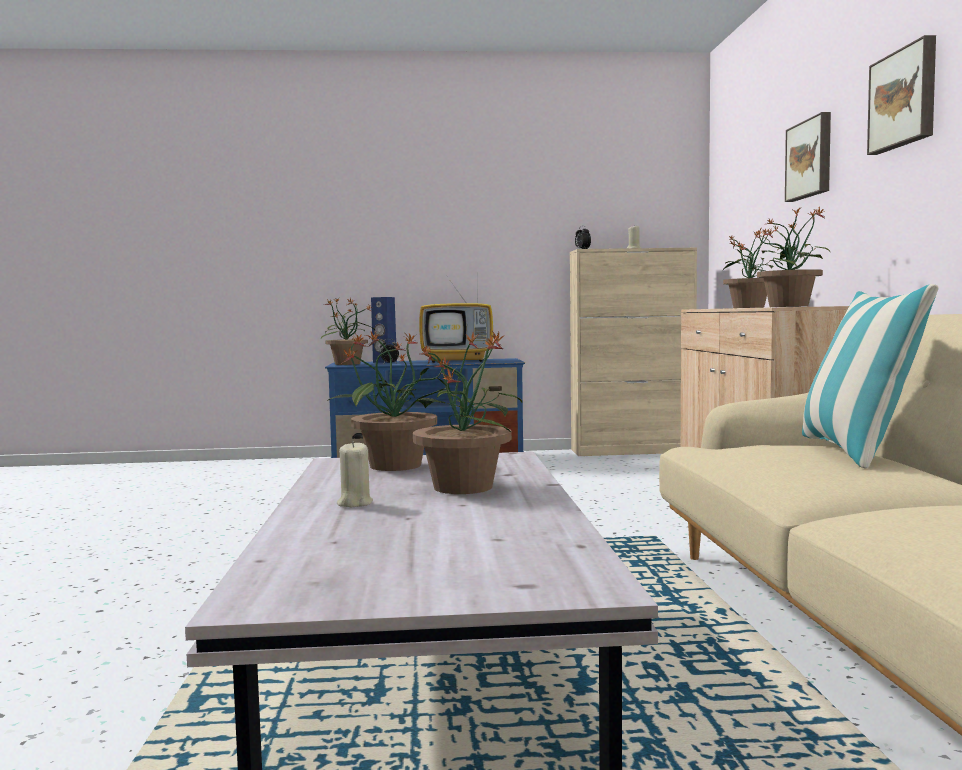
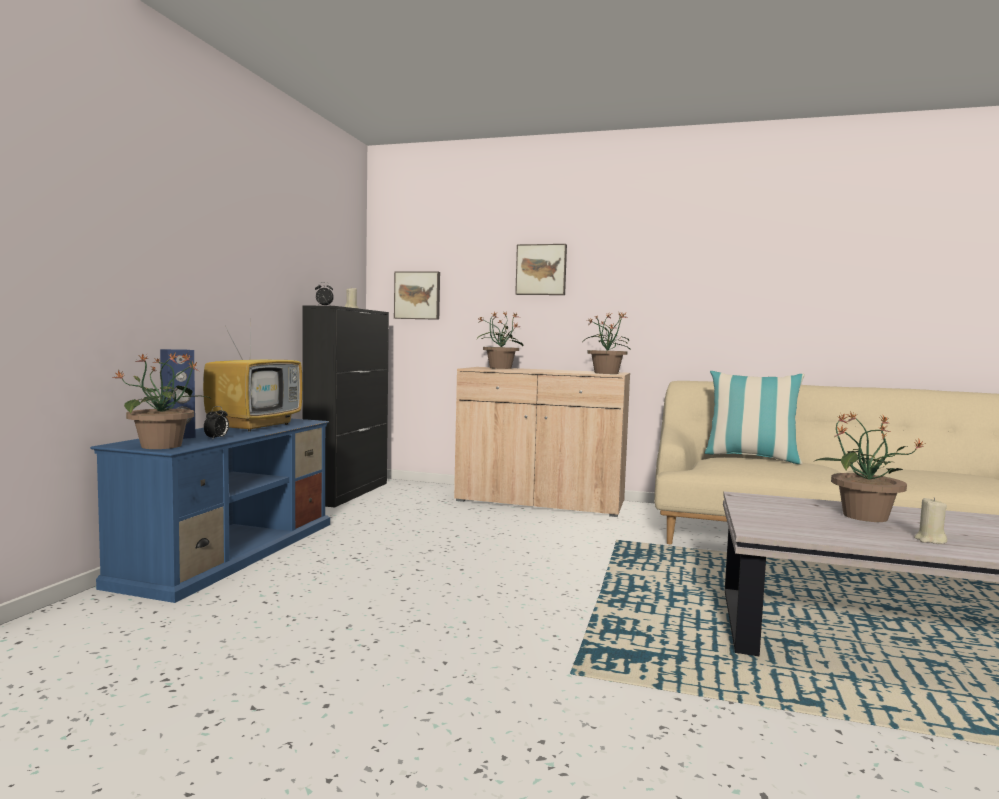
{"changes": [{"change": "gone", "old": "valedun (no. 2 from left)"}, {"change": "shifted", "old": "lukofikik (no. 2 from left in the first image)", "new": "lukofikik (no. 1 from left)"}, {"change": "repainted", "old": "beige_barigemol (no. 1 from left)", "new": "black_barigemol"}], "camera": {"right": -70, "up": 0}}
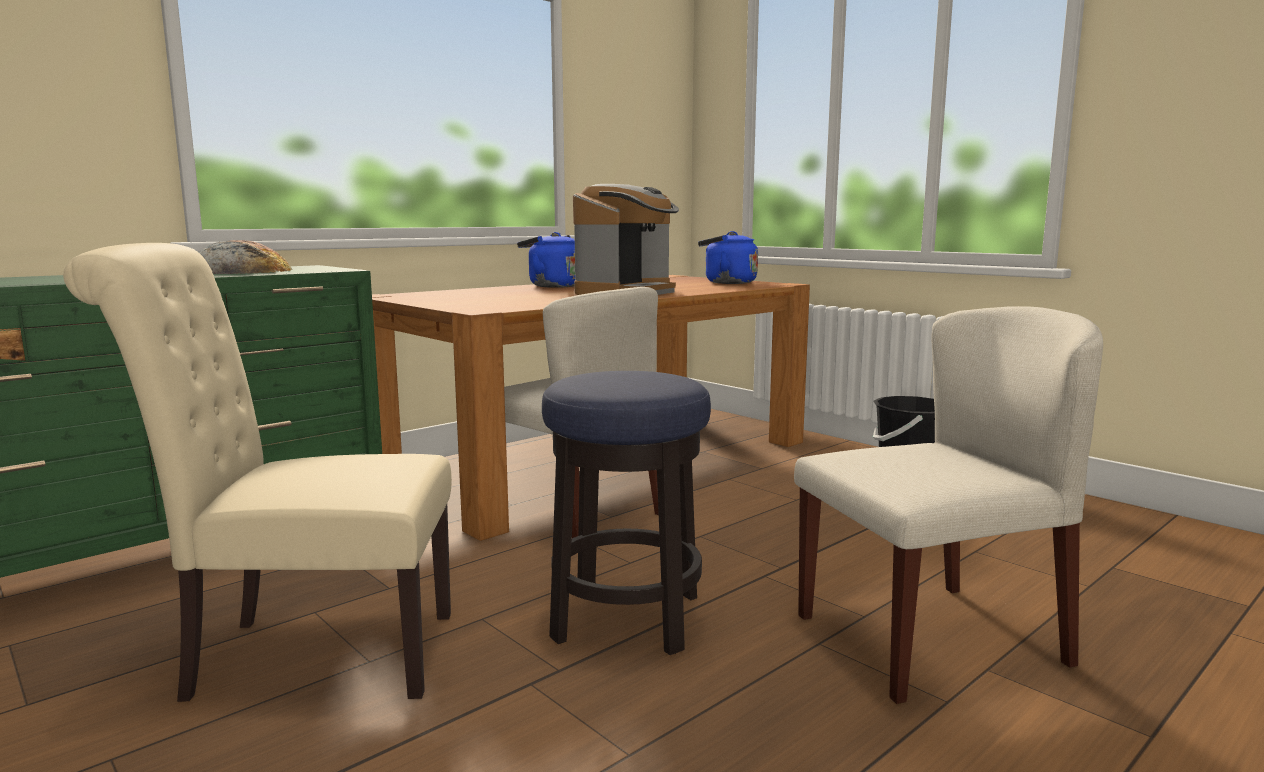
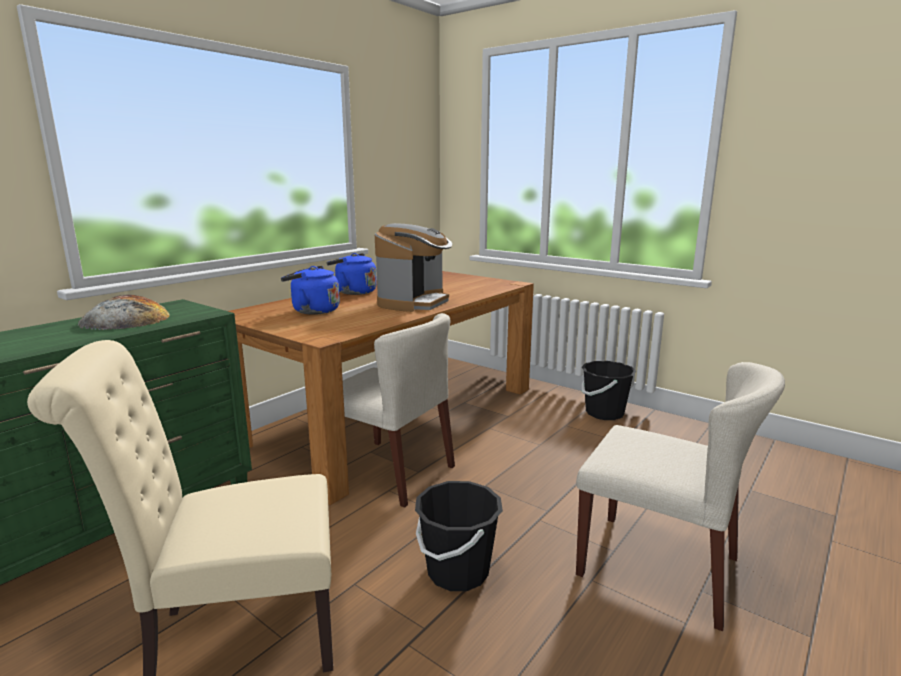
{"changes": [{"change": "shifted", "old": "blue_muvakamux (no. 2 from left in the first image)", "new": "blue_muvakamux (no. 1 from left)"}, {"change": "swapped", "old": "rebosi", "new": "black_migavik (no. 1 from left)"}, {"change": "rotated", "old": "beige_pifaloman (no. 3 from left)", "degrees": 60}], "camera": {"right": -10, "up": 5}}
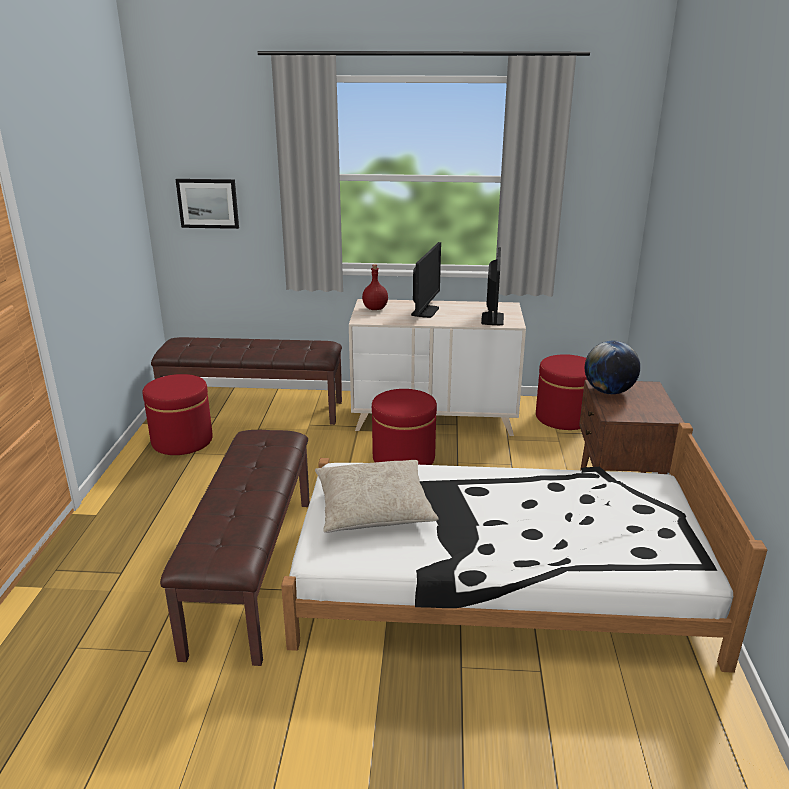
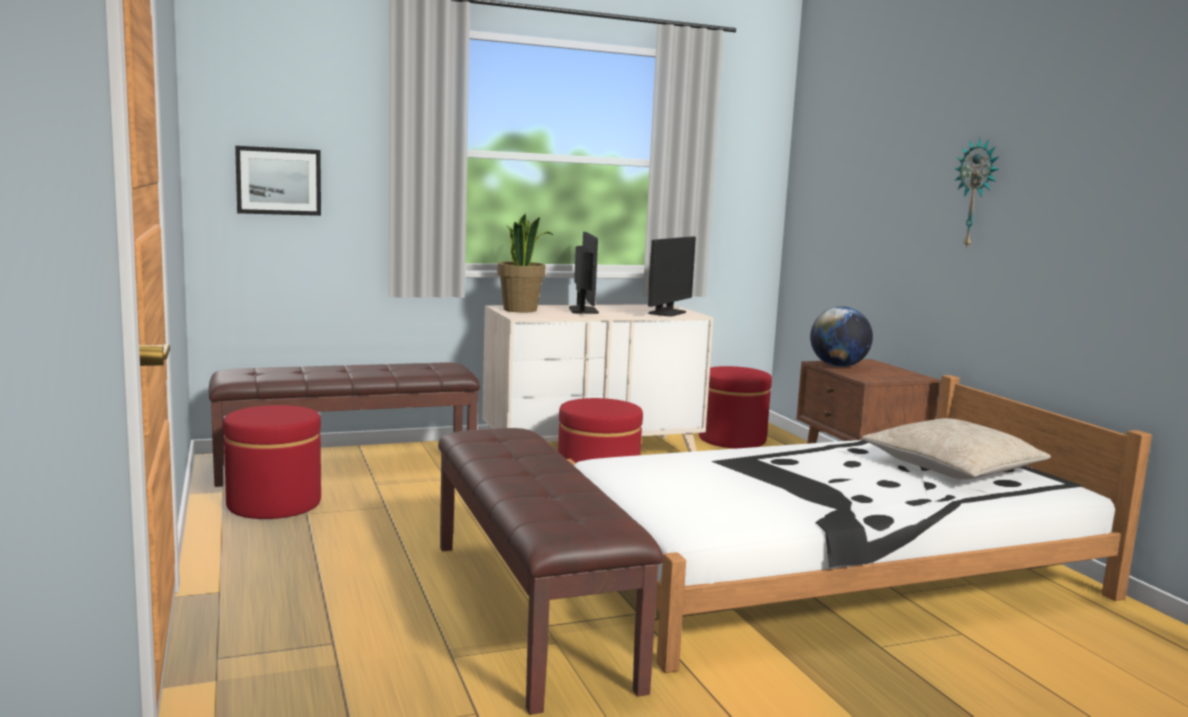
{"changes": [{"change": "new", "new": "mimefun"}, {"change": "shifted", "old": "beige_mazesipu"}, {"change": "swapped", "old": "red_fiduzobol", "new": "valedun"}, {"change": "rotated", "old": "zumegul (no. 2 from left)", "degrees": 45}], "camera": {"right": -25, "up": -15}}
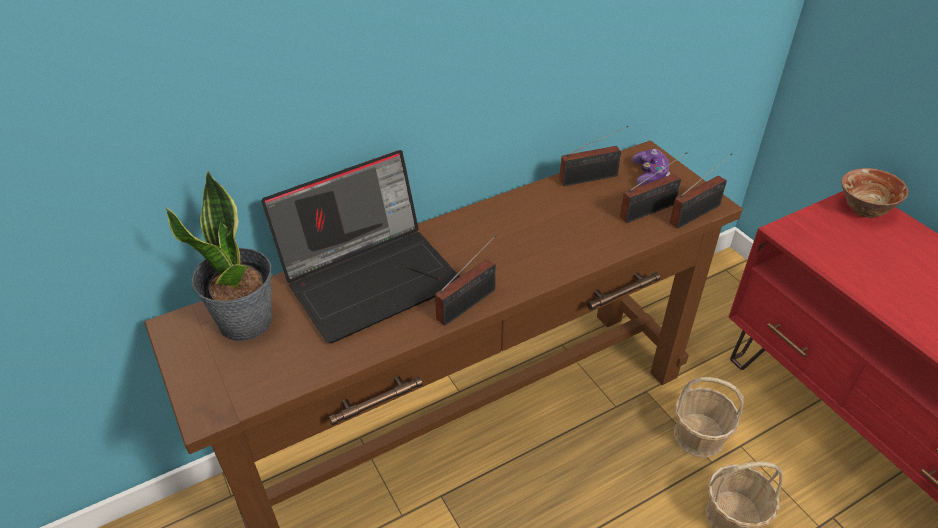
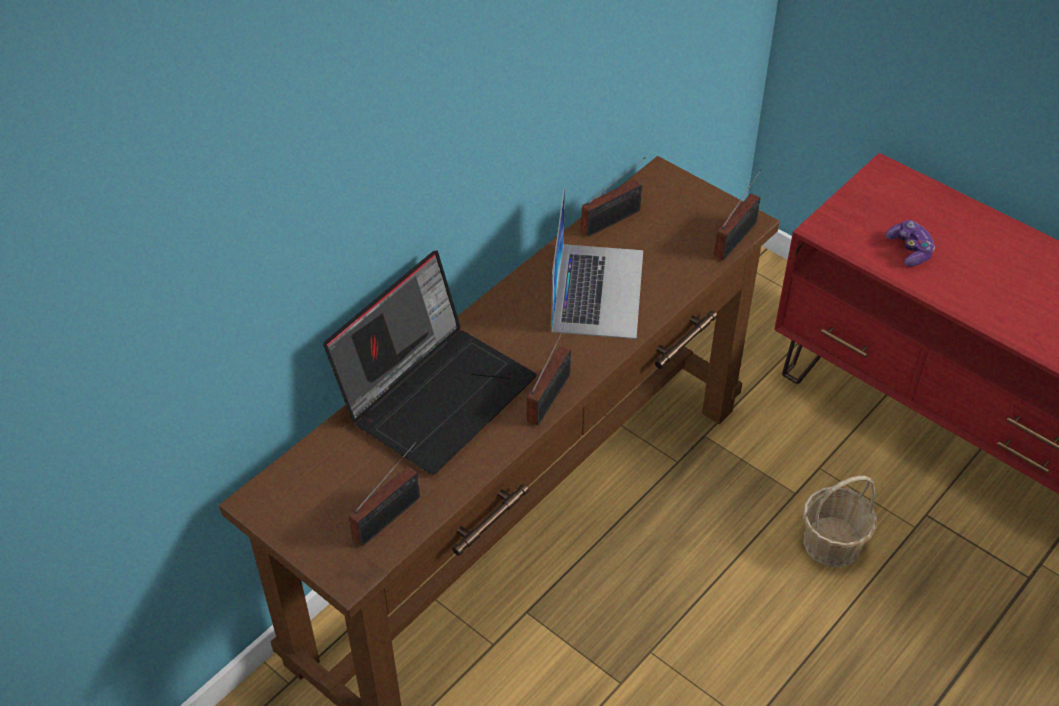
{"changes": [{"change": "gone", "old": "valedun"}, {"change": "gone", "old": "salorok (no. 1 from left)"}, {"change": "gone", "old": "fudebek"}, {"change": "new", "new": "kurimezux (no. 2 from left)"}, {"change": "shifted", "old": "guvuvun (no. 3 from left in the first image)", "new": "guvuvun (no. 1 from left)"}, {"change": "shifted", "old": "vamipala"}], "camera": {"right": -20, "up": 5}}
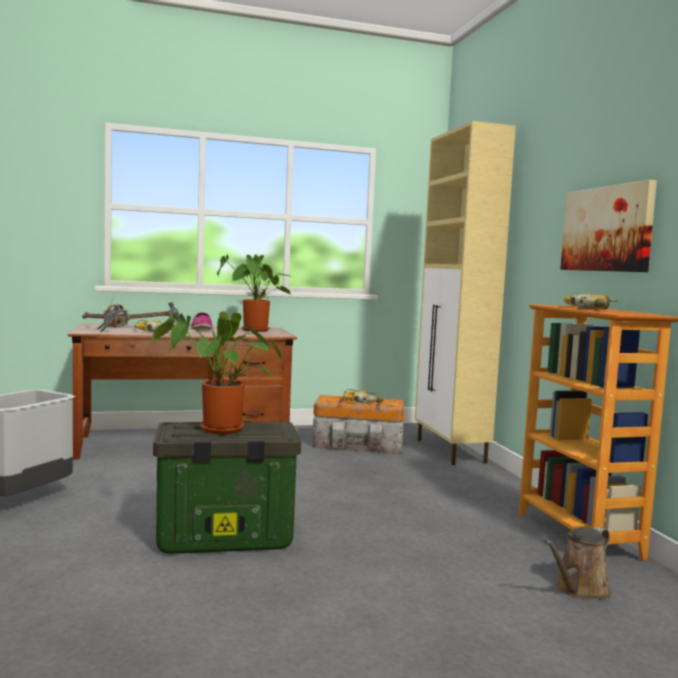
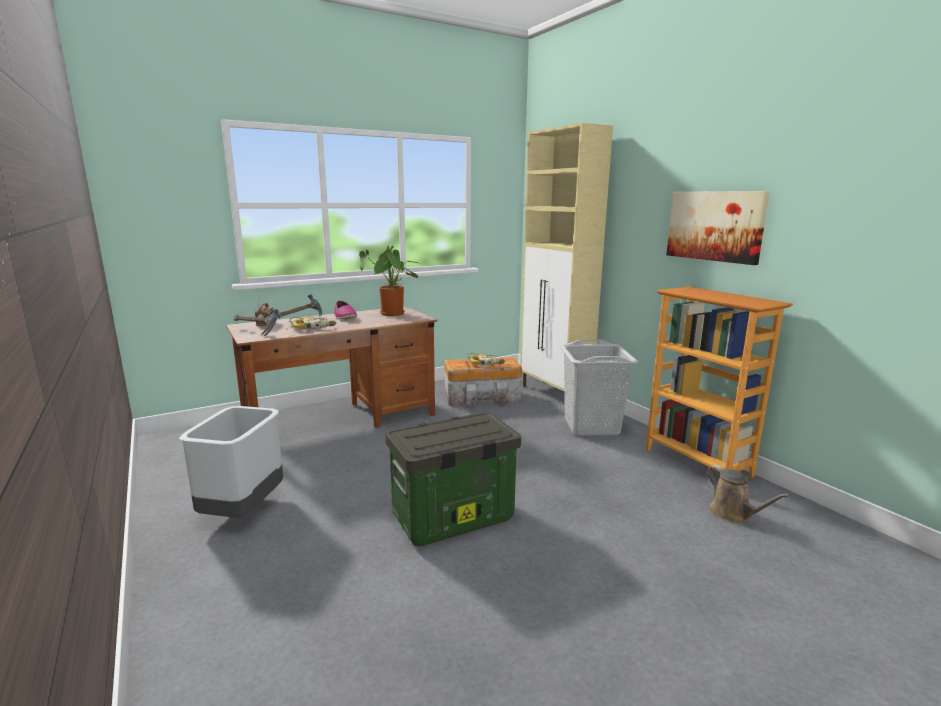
{"changes": [{"change": "gone", "old": "valedun (no. 1 from left)"}, {"change": "gone", "old": "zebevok (no. 3 from left)"}, {"change": "new", "new": "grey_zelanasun"}, {"change": "rotated", "old": "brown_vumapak", "degrees": -60}], "camera": {"right": -15, "up": 10}}
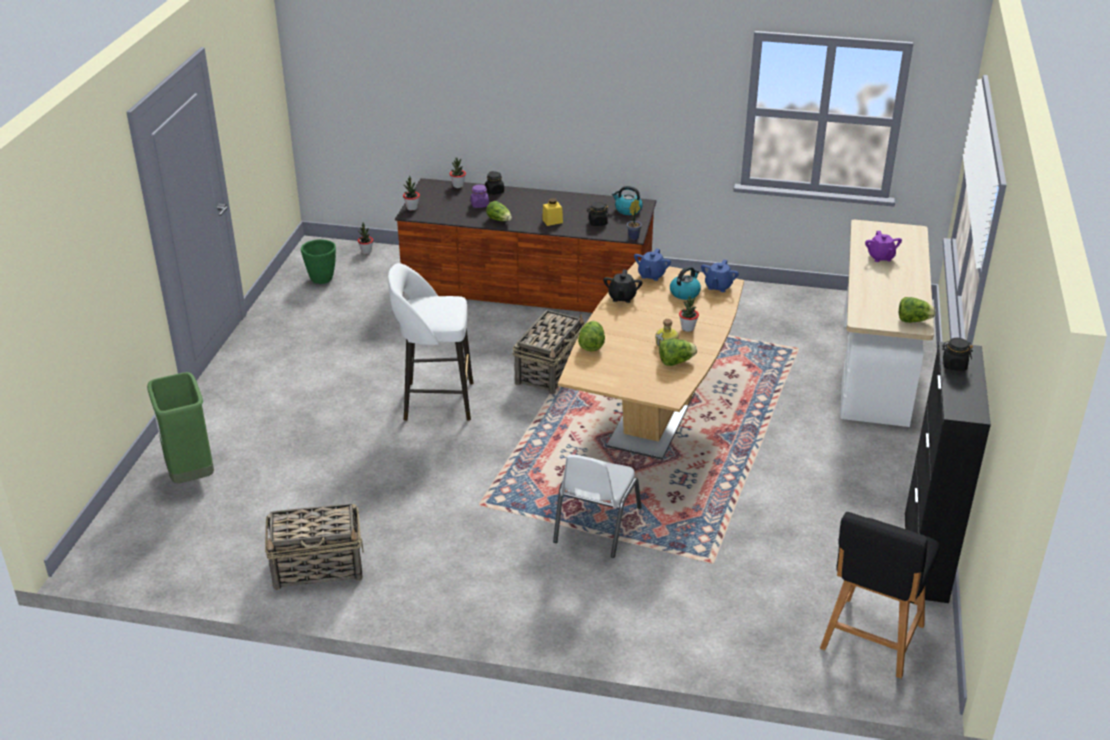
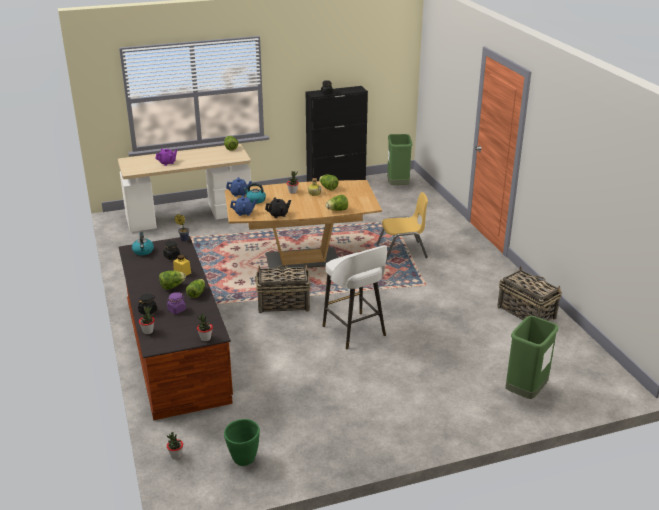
{"changes": [{"change": "new", "new": "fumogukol (no. 1 from left)"}, {"change": "swapped", "old": "black_rebosi", "new": "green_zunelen (no. 1 from left)"}, {"change": "repainted", "old": "white_pifaloman", "new": "yellow_pifaloman"}], "camera": {"right": -120, "up": -5}}
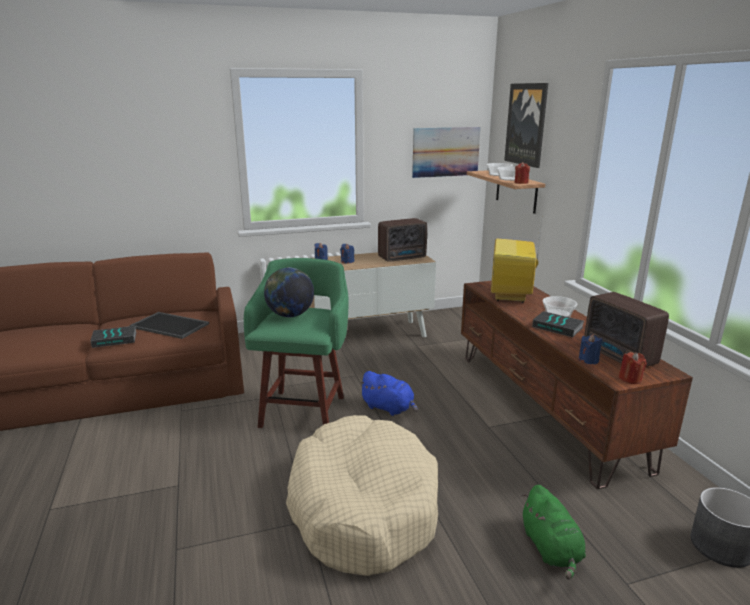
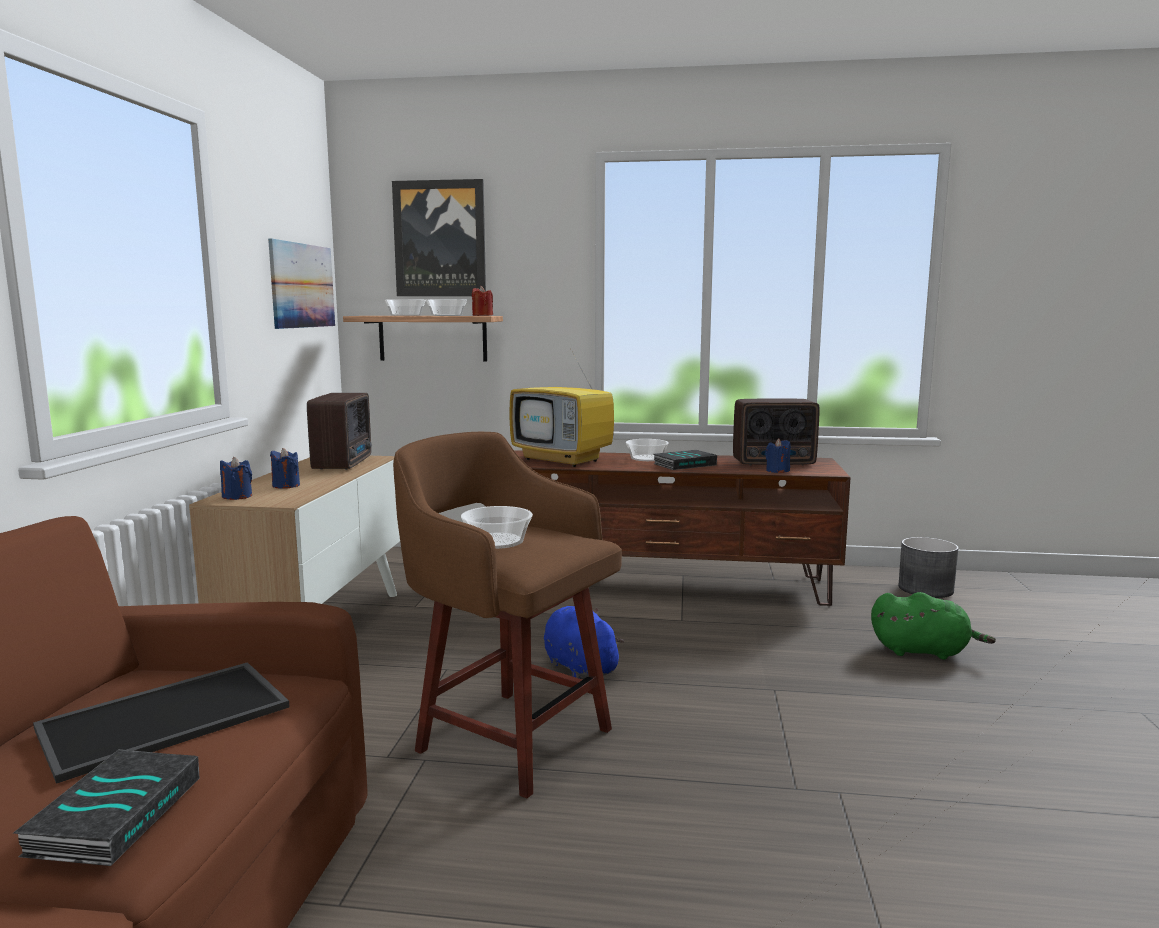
{"changes": [{"change": "gone", "old": "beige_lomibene"}, {"change": "gone", "old": "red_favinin (no. 2 from left)"}, {"change": "swapped", "old": "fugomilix", "new": "fudebek (no. 3 from left)"}, {"change": "repainted", "old": "green_rebosi", "new": "brown_rebosi"}, {"change": "rotated", "old": "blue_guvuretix", "degrees": -90}], "camera": {"right": -65, "up": -10}}
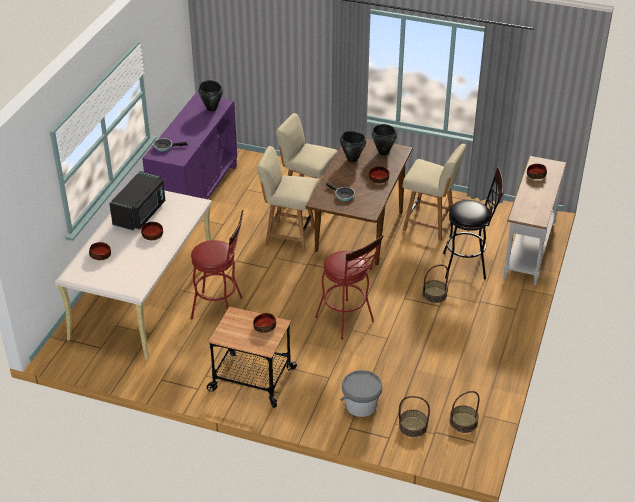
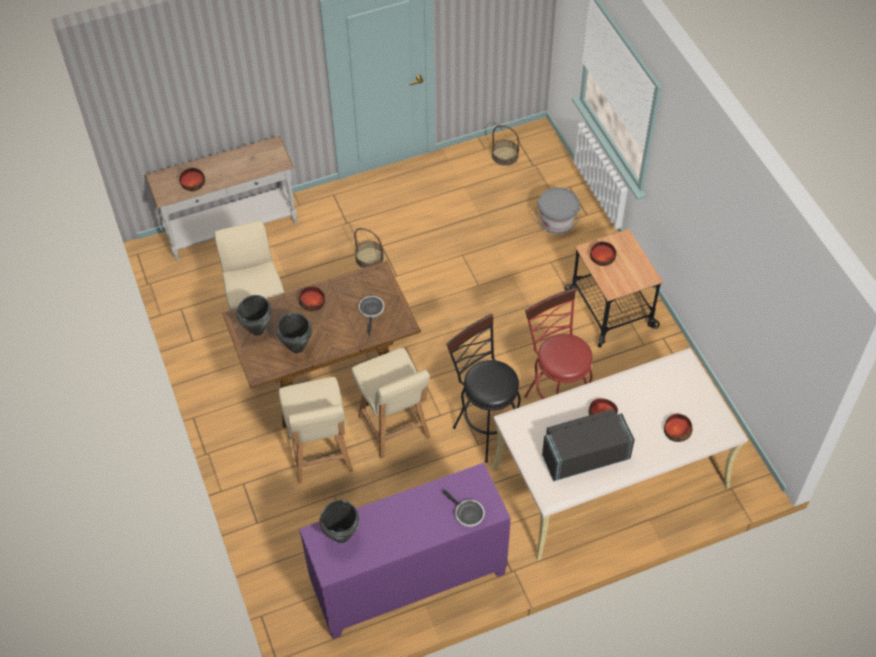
{"changes": [{"change": "gone", "old": "red_rebosi (no. 2 from left)"}, {"change": "gone", "old": "salorok (no. 1 from left)"}, {"change": "shifted", "old": "black_rebosi"}], "camera": {"right": -130, "up": 15}}
